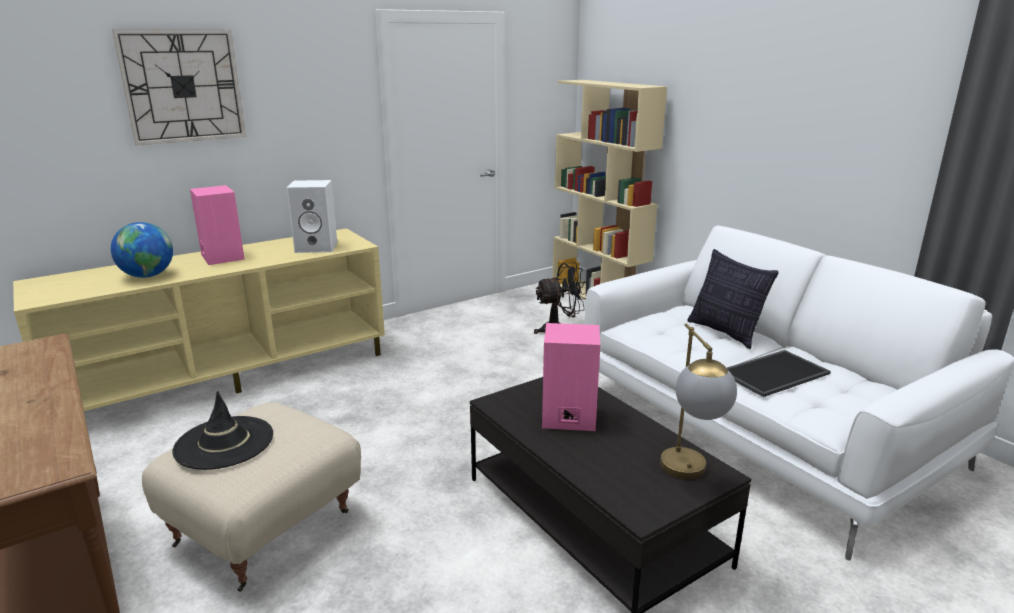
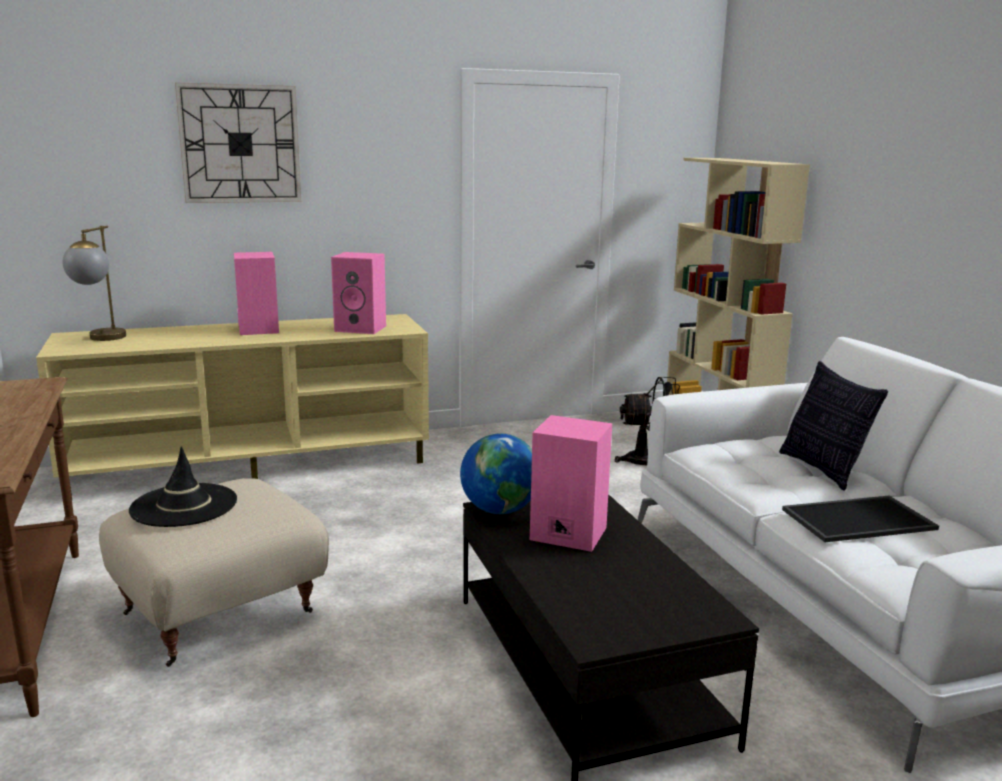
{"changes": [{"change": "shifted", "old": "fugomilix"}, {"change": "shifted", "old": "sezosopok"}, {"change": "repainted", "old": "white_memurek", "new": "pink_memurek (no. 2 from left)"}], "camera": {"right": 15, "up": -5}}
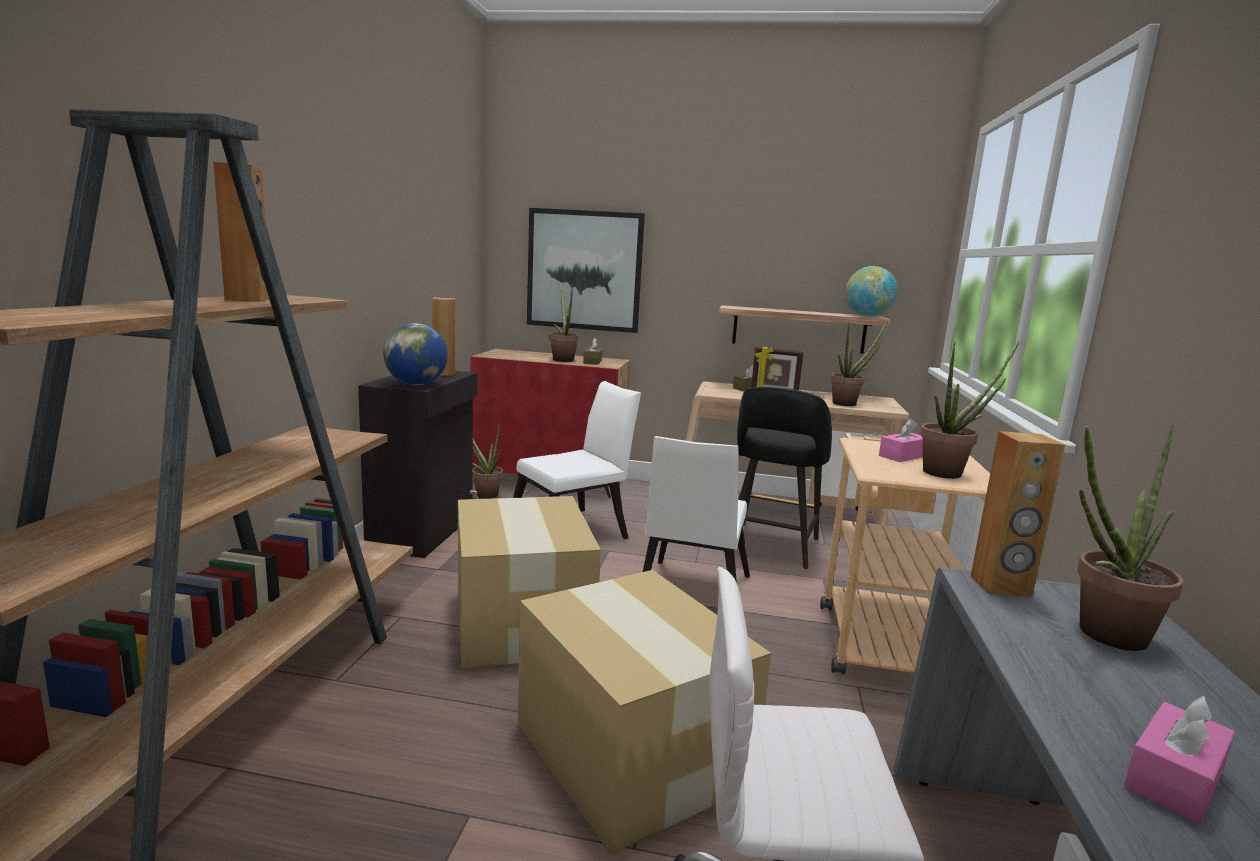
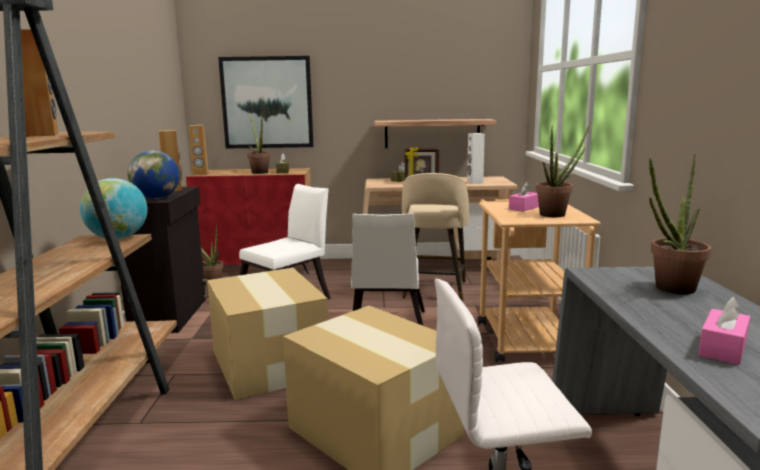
{"changes": [{"change": "shifted", "old": "fugomilix (no. 2 from left in the first image)", "new": "fugomilix (no. 1 from left)"}, {"change": "shifted", "old": "brown_memurek (no. 3 from left)"}, {"change": "swapped", "old": "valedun (no. 3 from left)", "new": "white_memurek"}, {"change": "repainted", "old": "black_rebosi", "new": "beige_rebosi"}], "camera": {"right": -10, "up": 0}}
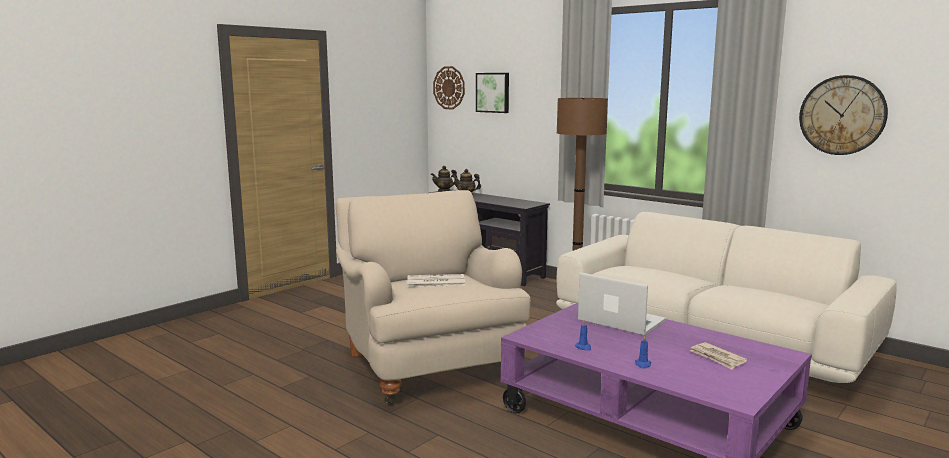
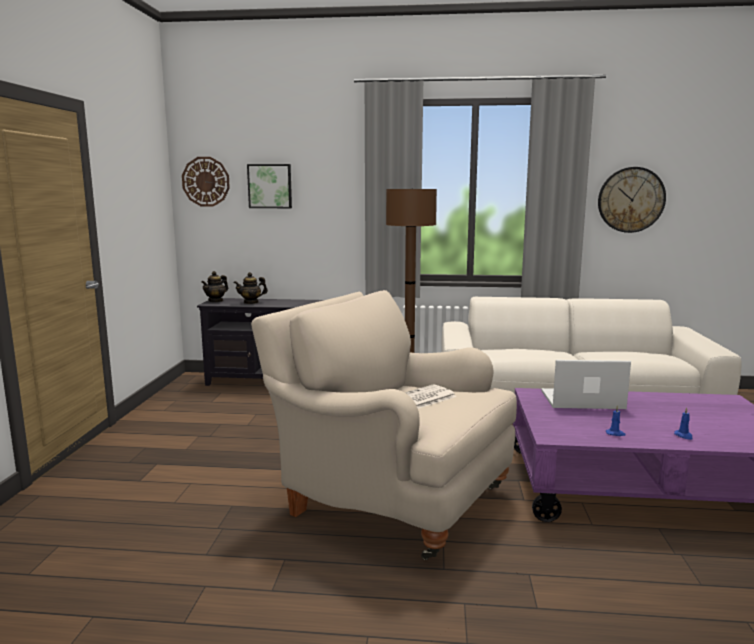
{"changes": [{"change": "gone", "old": "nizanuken (no. 2 from left)"}], "camera": {"right": -35, "up": 0}}
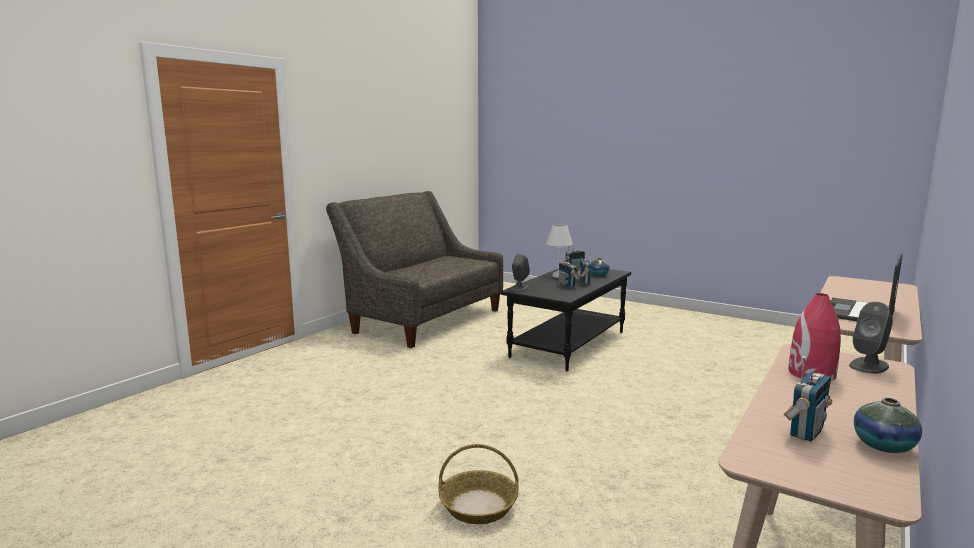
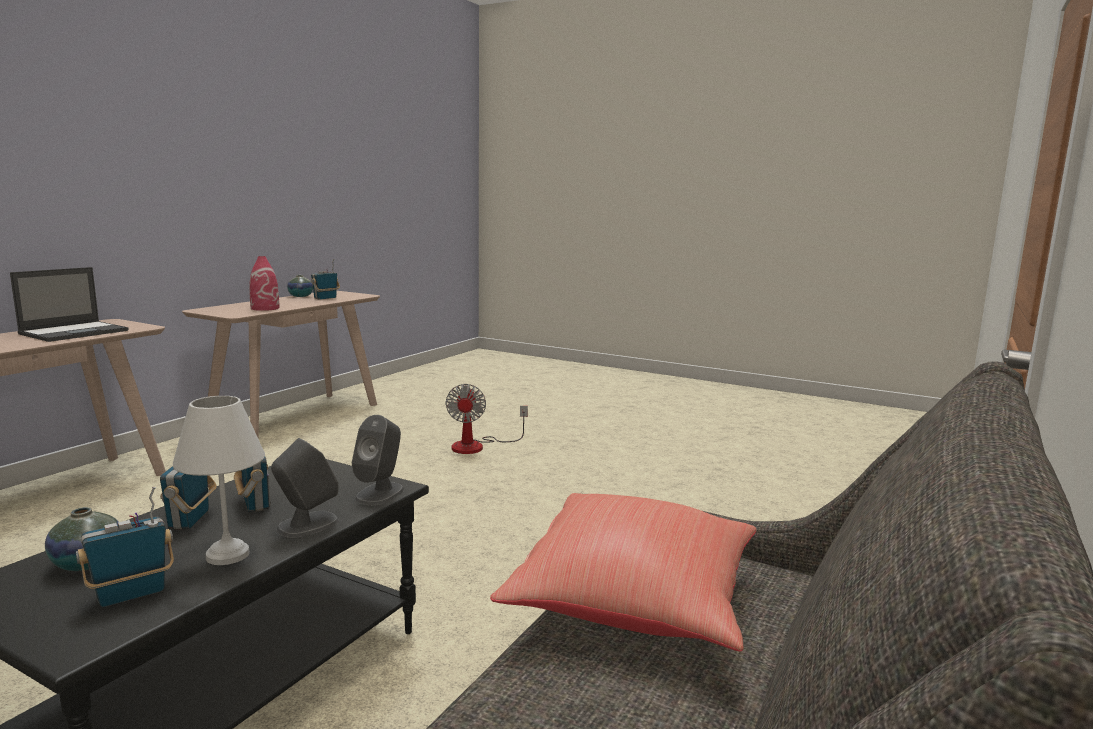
{"changes": [{"change": "new", "new": "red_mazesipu"}, {"change": "shifted", "old": "grey_memurek (no. 2 from left in the first image)", "new": "grey_memurek (no. 1 from left)"}, {"change": "swapped", "old": "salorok", "new": "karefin"}], "camera": {"right": 175, "up": 0}}
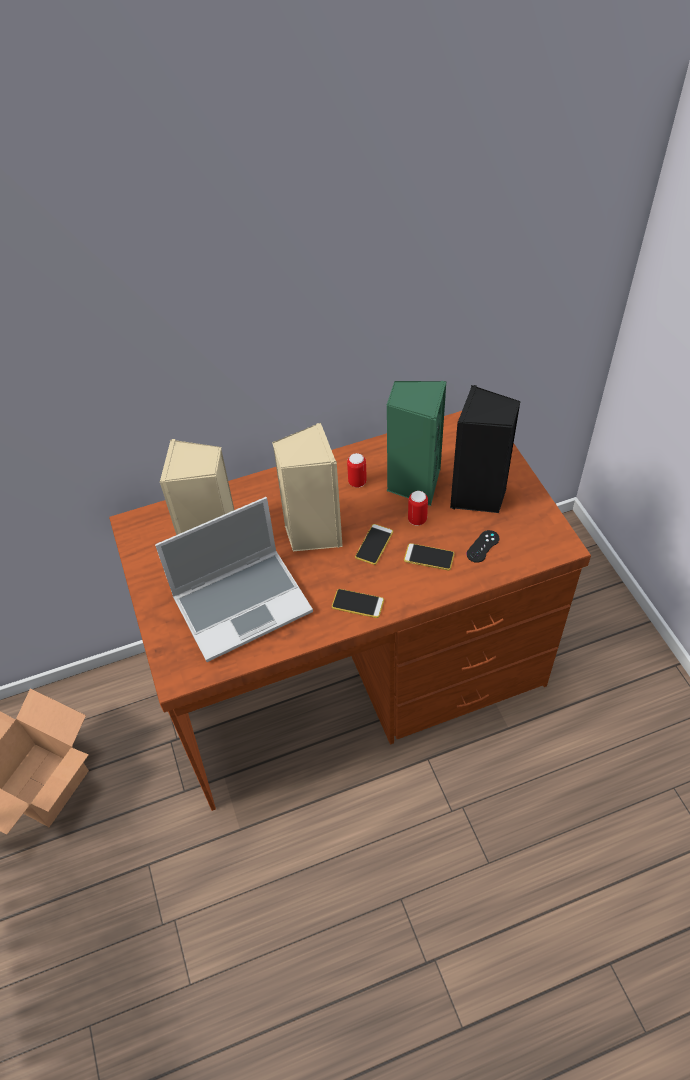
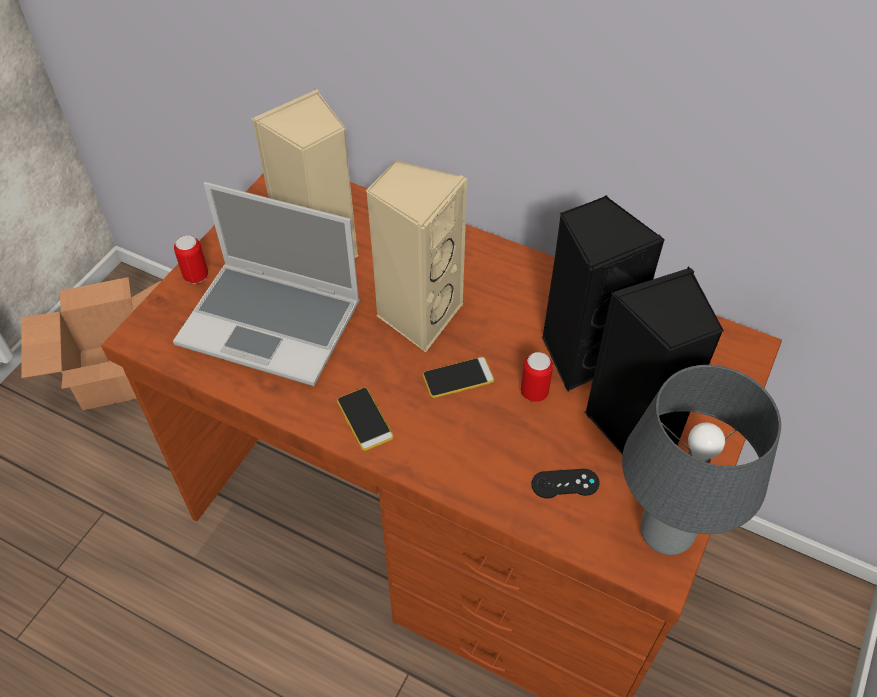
{"changes": [{"change": "gone", "old": "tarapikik (no. 3 from left)"}, {"change": "new", "new": "grey_sezosopok"}, {"change": "shifted", "old": "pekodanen (no. 1 from left)"}, {"change": "repainted", "old": "green_memurek", "new": "black_memurek (no. 1 from left)"}], "camera": {"right": 45, "up": 0}}
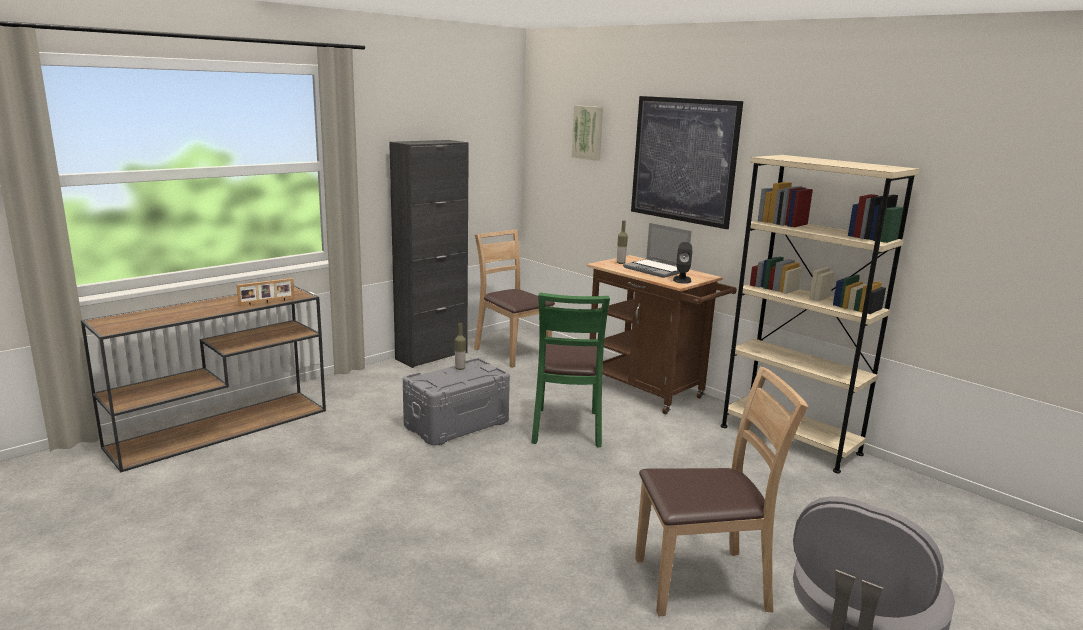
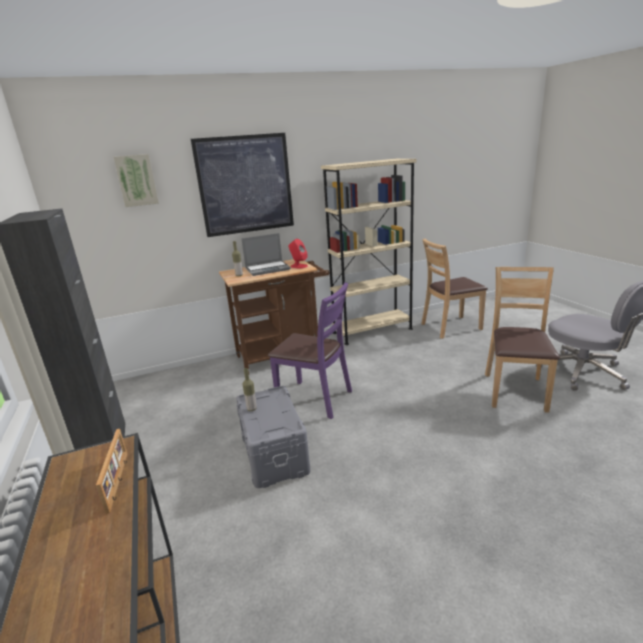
{"changes": [{"change": "shifted", "old": "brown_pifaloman (no. 1 from left)"}, {"change": "repainted", "old": "green_pifaloman", "new": "purple_pifaloman"}, {"change": "repainted", "old": "black_memurek", "new": "red_memurek"}], "camera": {"right": -65, "up": 5}}
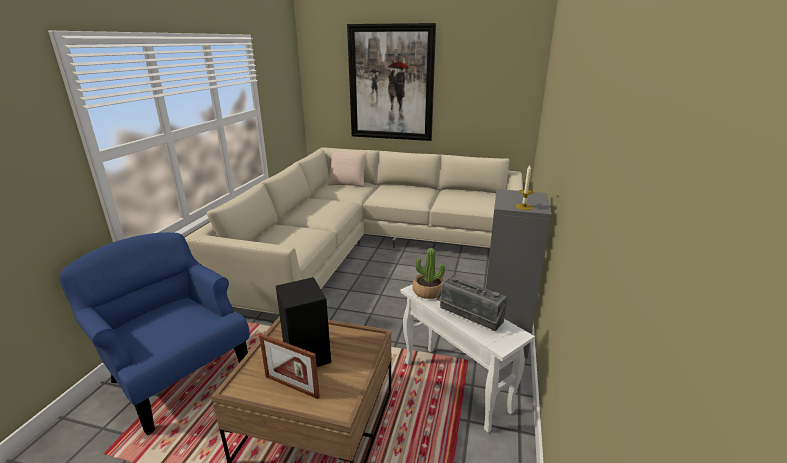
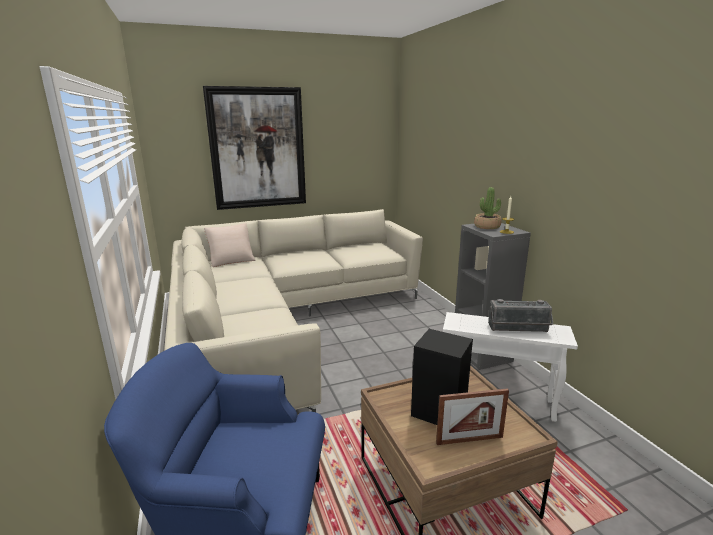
{"changes": [{"change": "shifted", "old": "valedun"}], "camera": {"right": -35, "up": -5}}
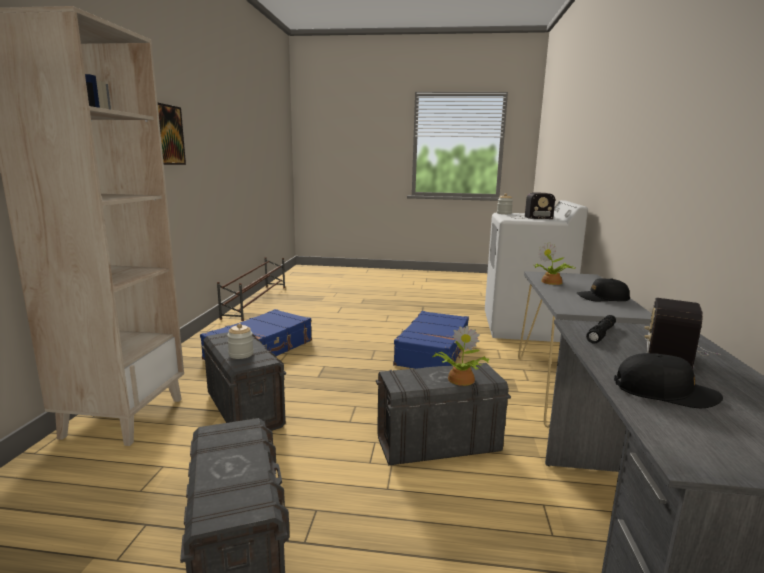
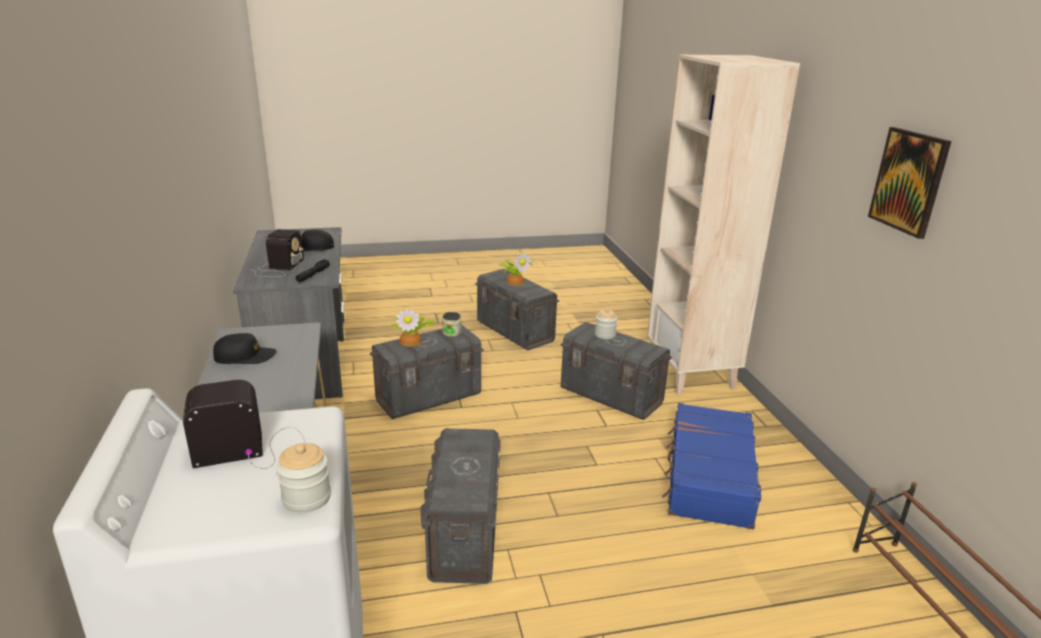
{"changes": [{"change": "new", "new": "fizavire (no. 2 from left)"}, {"change": "shifted", "old": "valedun (no. 2 from left)"}, {"change": "swapped", "old": "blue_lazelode (no. 2 from left)", "new": "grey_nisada (no. 2 from left)"}], "camera": {"right": 160, "up": 10}}
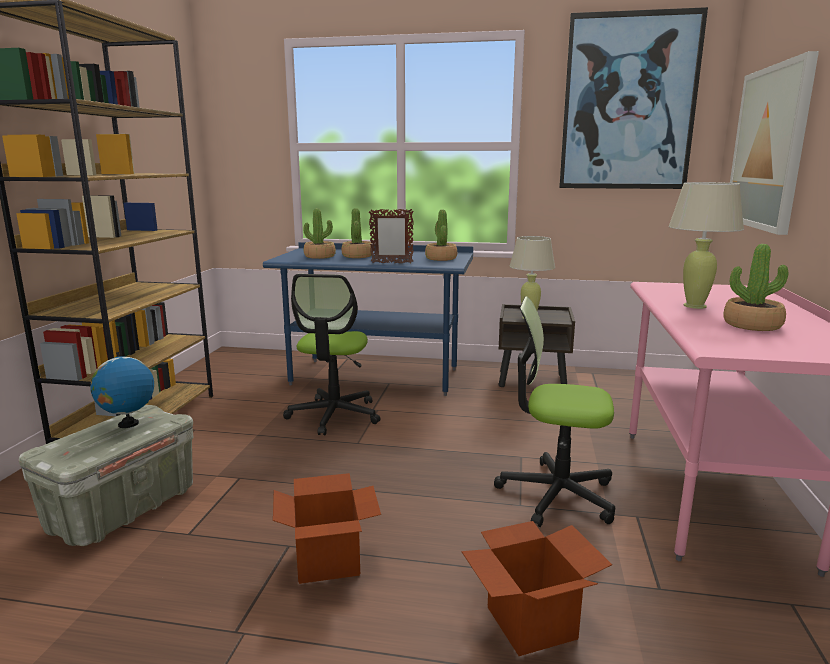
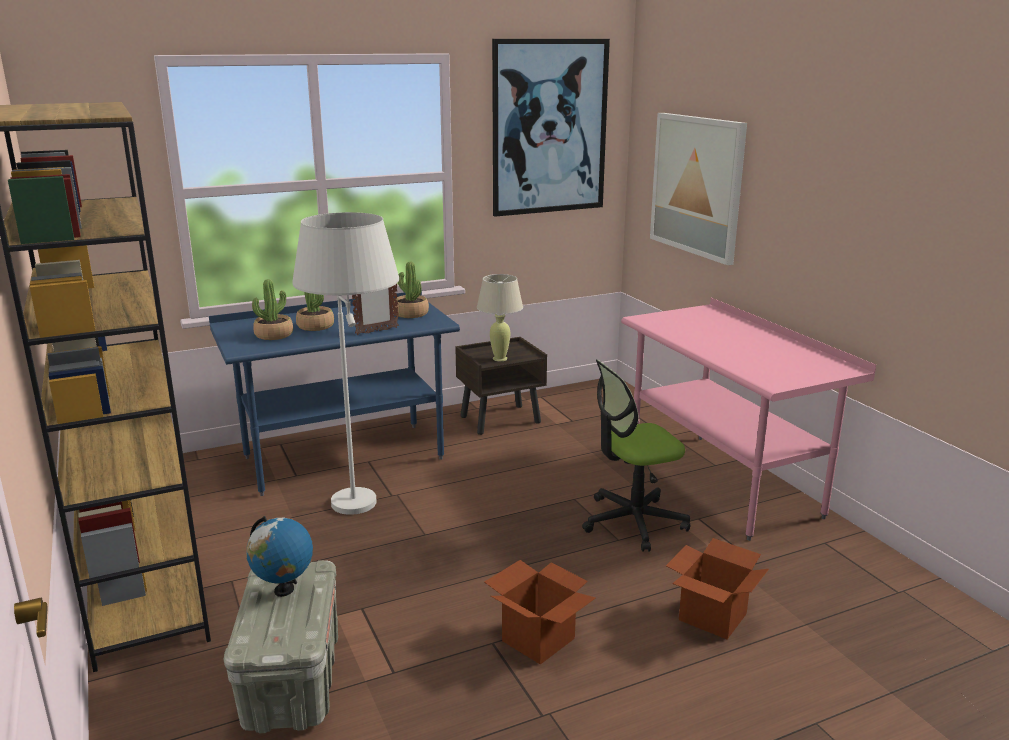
{"changes": [{"change": "gone", "old": "beige_sezosopok (no. 2 from left)"}, {"change": "gone", "old": "valedun (no. 4 from left)"}, {"change": "swapped", "old": "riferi (no. 1 from left)", "new": "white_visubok"}], "camera": {"right": -35, "up": 5}}
